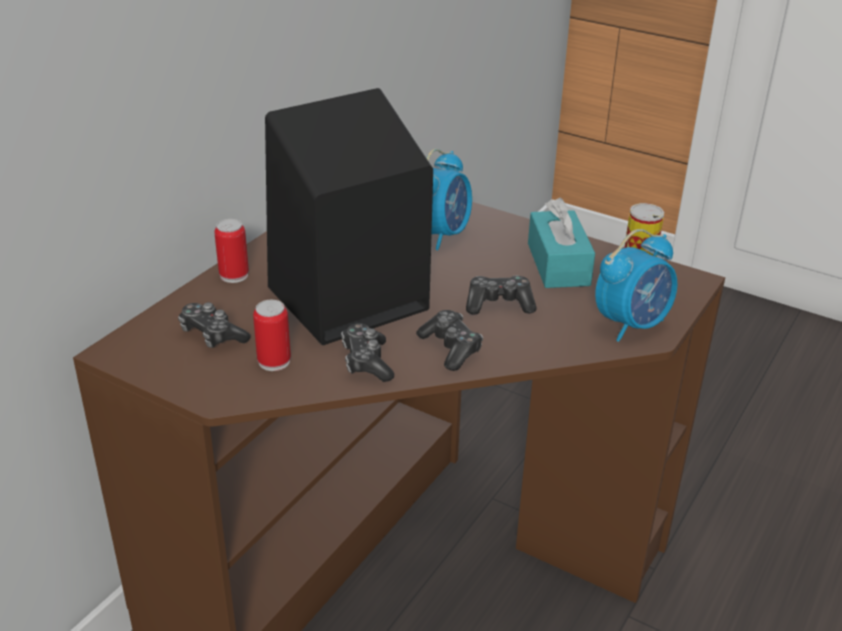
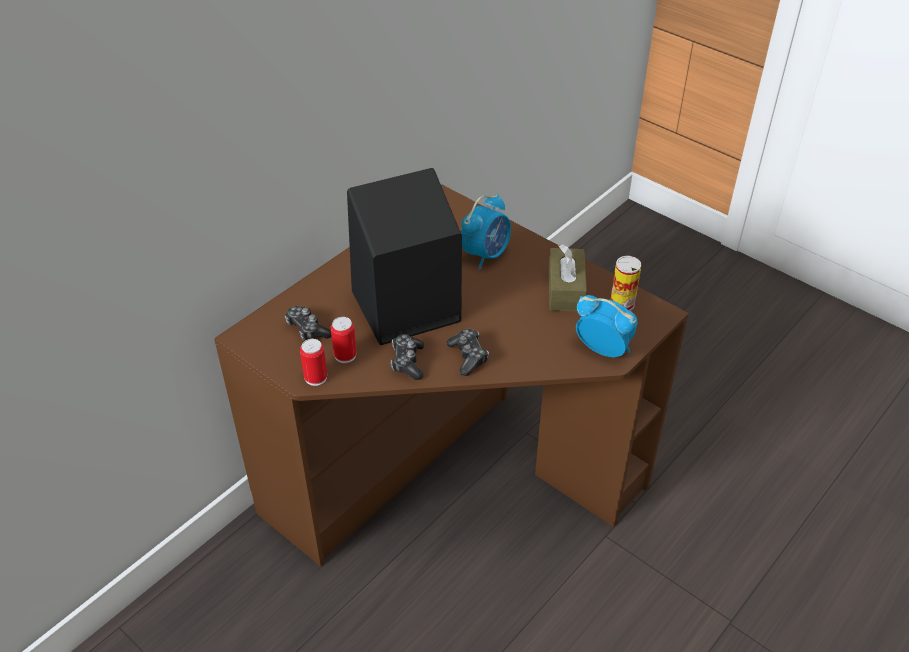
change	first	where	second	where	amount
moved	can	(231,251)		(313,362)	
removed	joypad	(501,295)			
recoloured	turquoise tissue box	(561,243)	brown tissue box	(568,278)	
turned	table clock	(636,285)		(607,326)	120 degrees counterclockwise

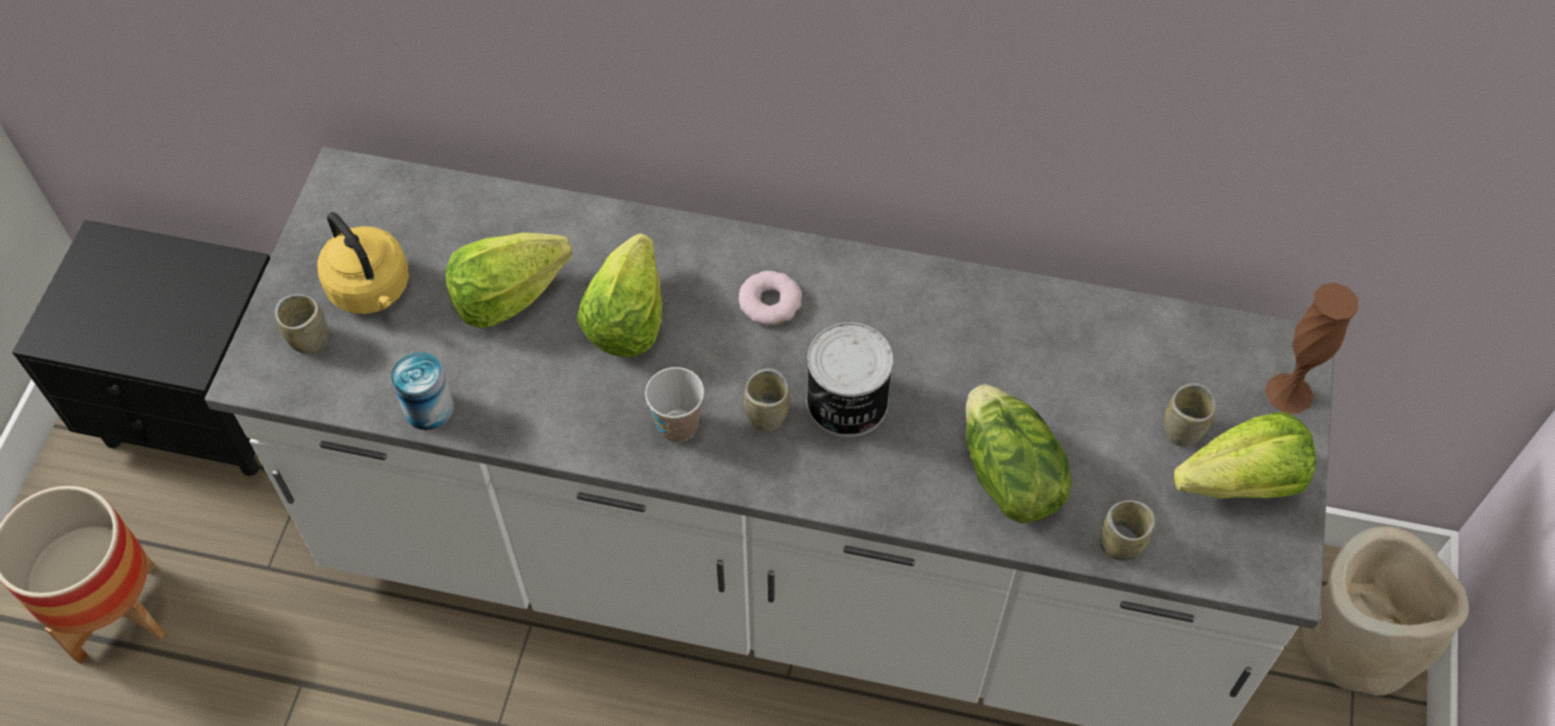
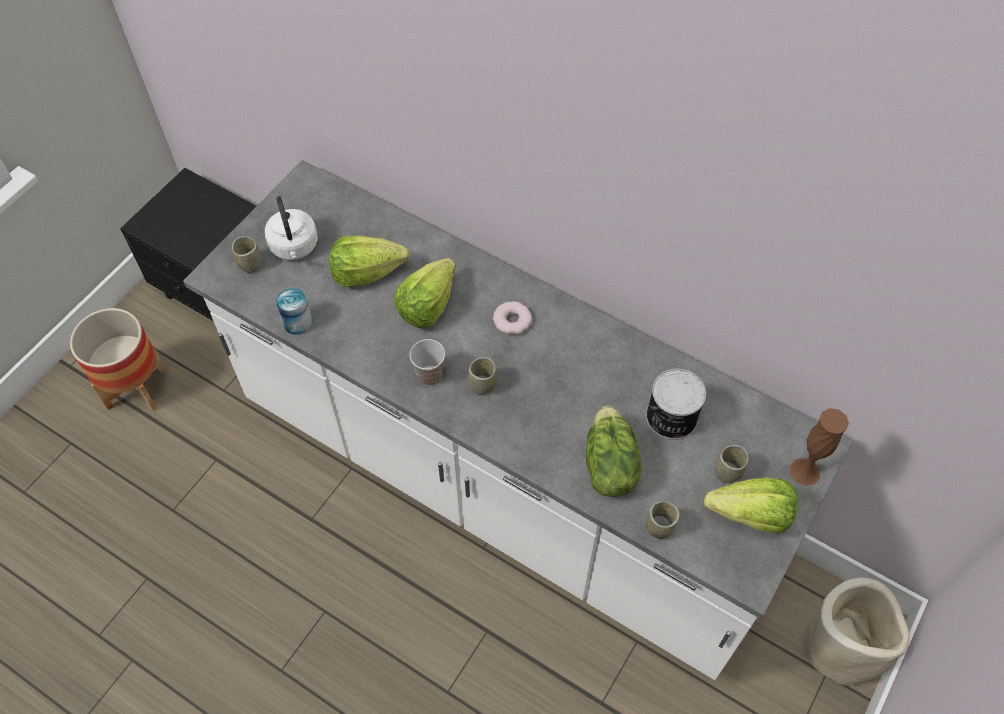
change	first	where	second	where	amount
recoloured	yellow-coloured tea kettle	(363,263)	whitish tea kettle	(291,228)	
moved	can	(849,379)		(676,404)	

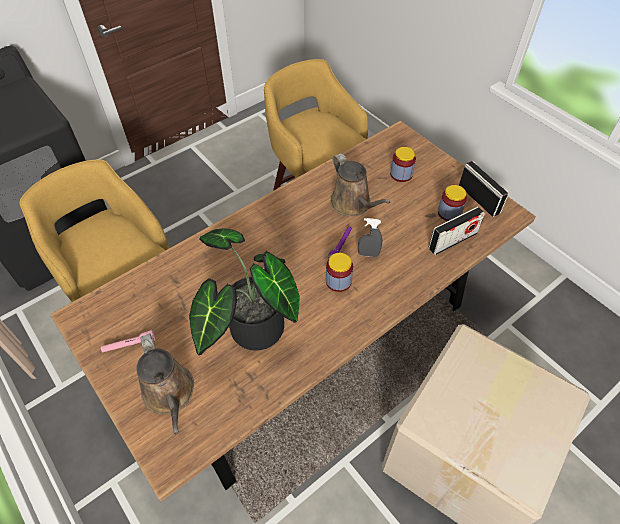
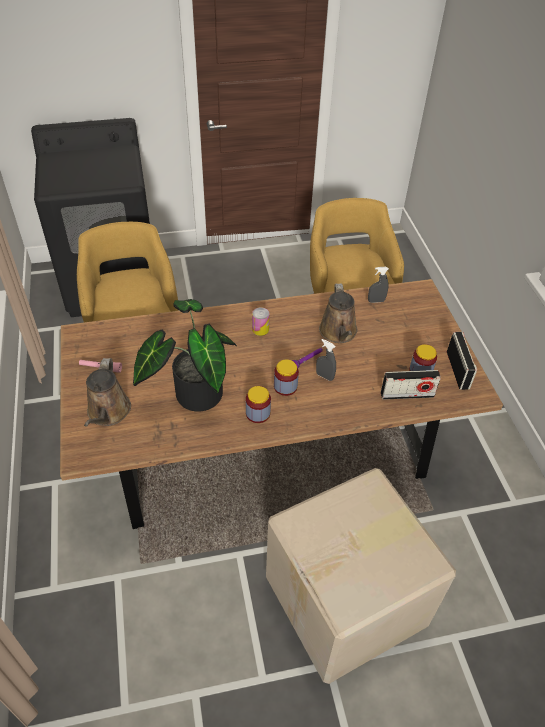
change	first	where	second	where	amount
moved	jar	(403,164)		(258,404)	
added			can	(261,322)	
added			gray sprayer	(378,285)	

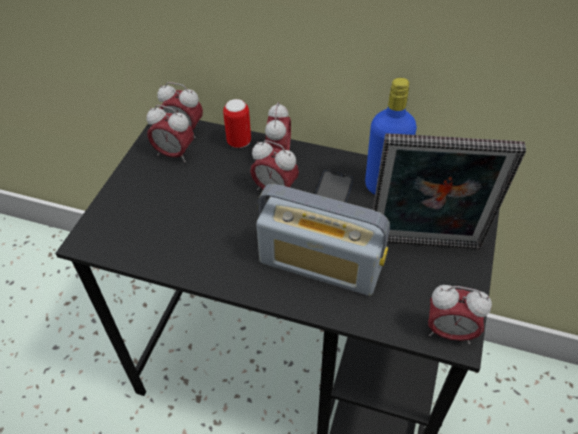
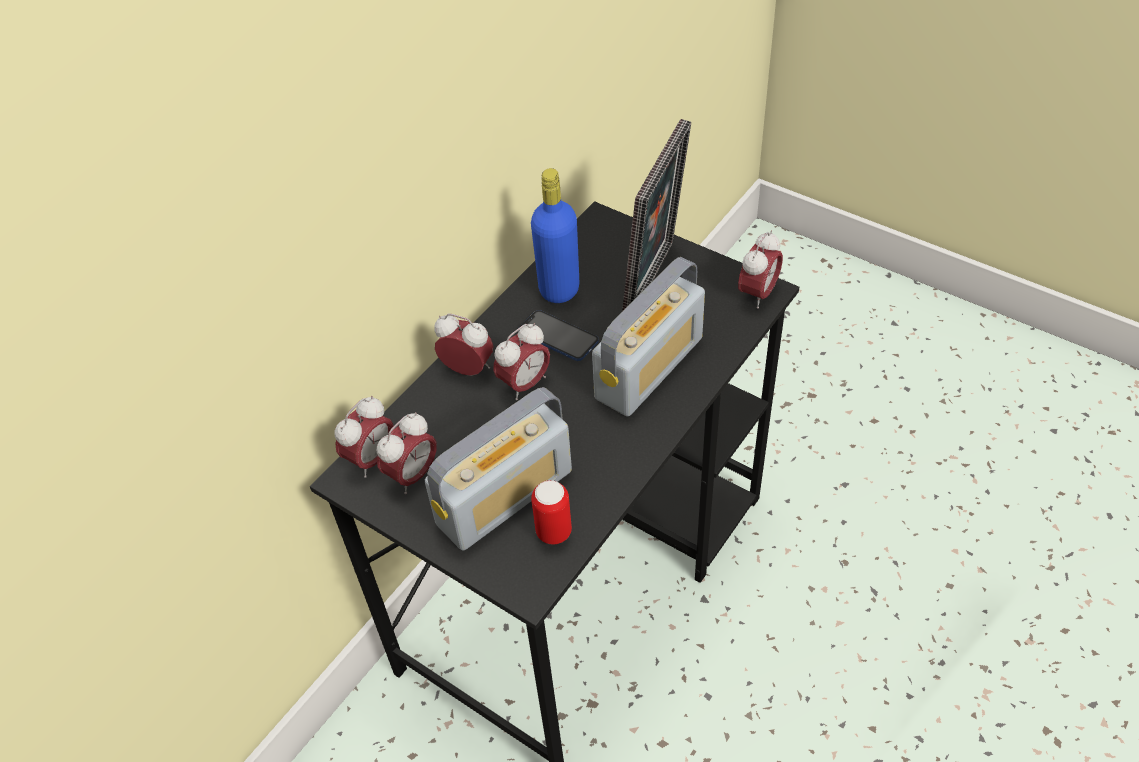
change	first	where	second	where	amount
moved	can	(237,123)		(551,512)	
added			radio set	(498,469)	

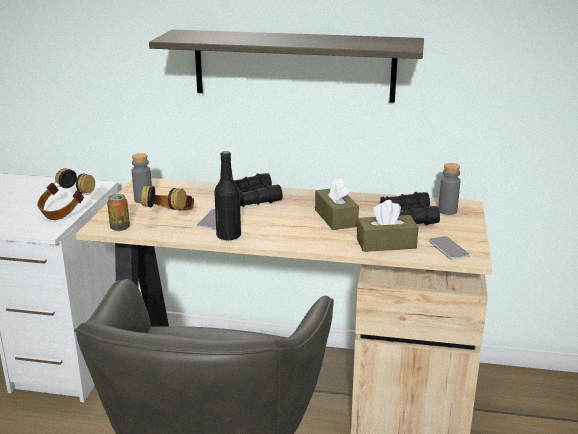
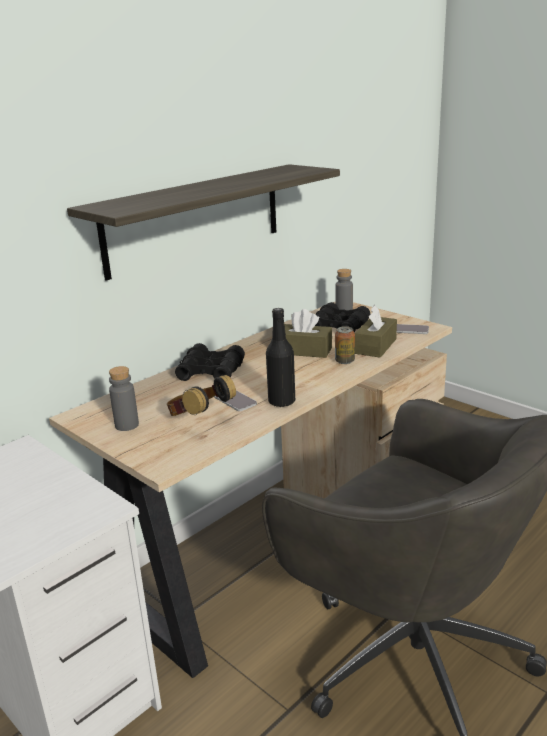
change	first	where	second	where	amount
removed	headset	(66,194)			
moved	can	(118,212)		(345,345)	

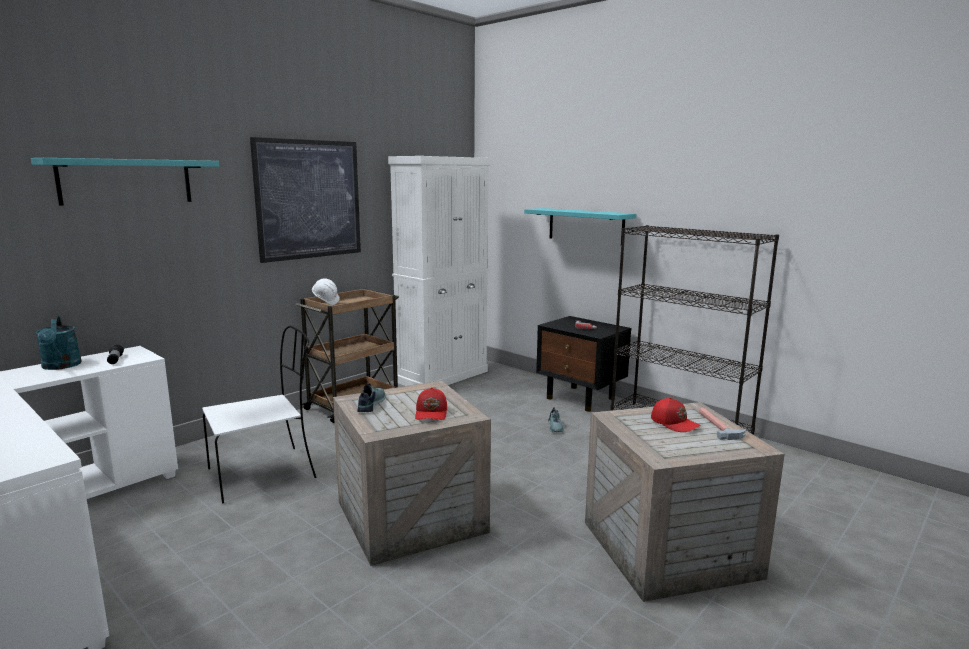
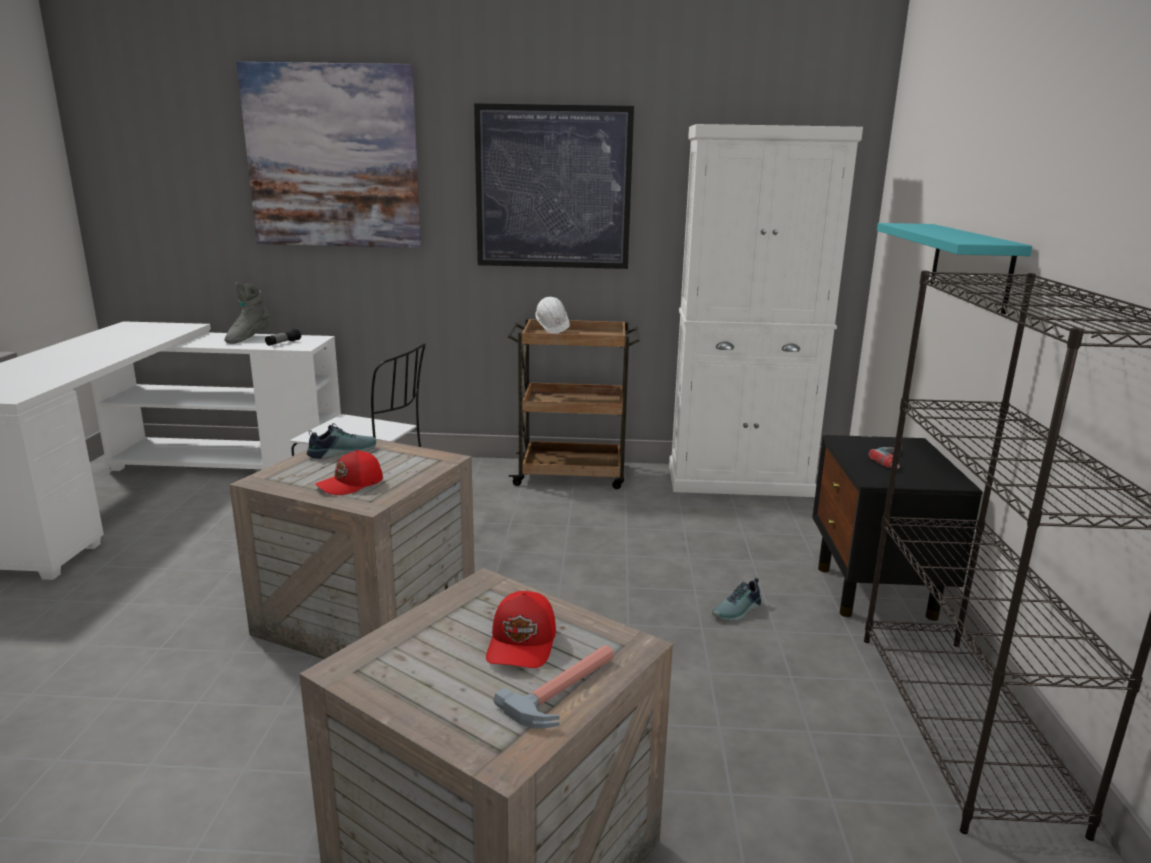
change	first	where	second	where	amount
replaced	turquoise wall shelf	(125,182)	wall art	(329,155)	
replaced	turquoise watering can	(59,343)	gray high-top boot	(246,313)	

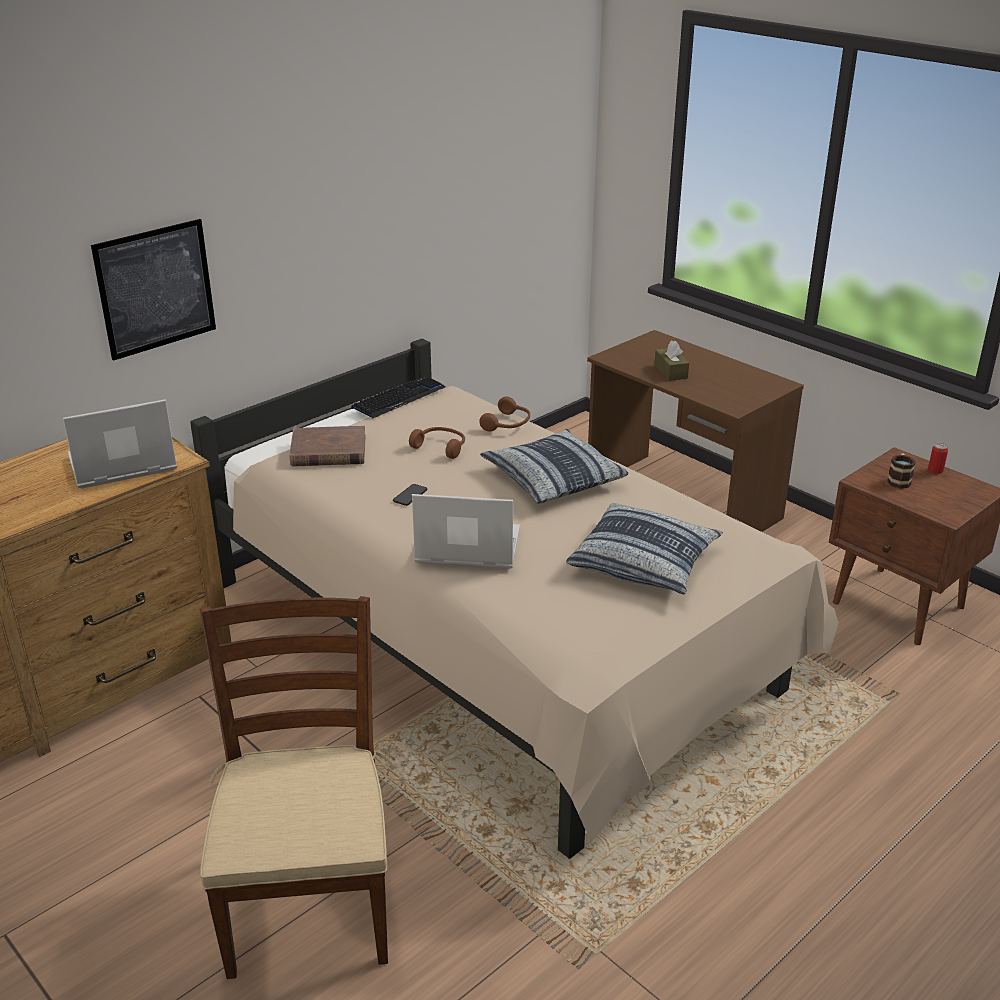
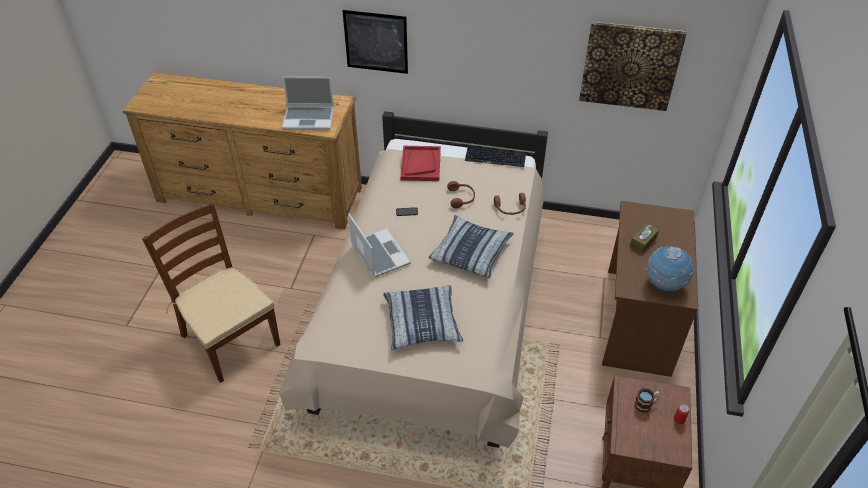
change	first	where	second	where	amount
turned	laptop	(120,443)		(308,103)	150 degrees clockwise
turned	brown plain chair	(297,787)		(211,292)	90 degrees counterclockwise
replaced	brown book	(327,446)	red serving tray	(420,163)	
added			wall art	(632,66)	
added			globe	(670,269)	

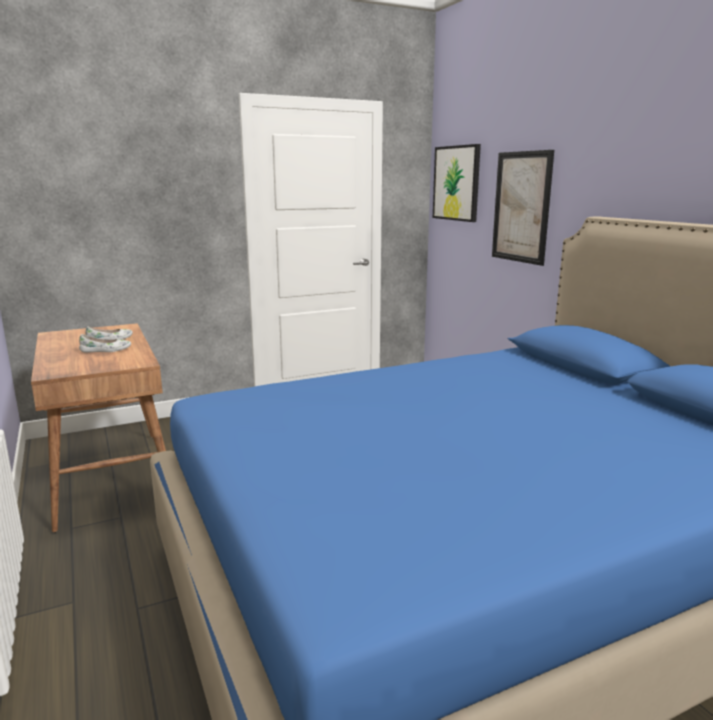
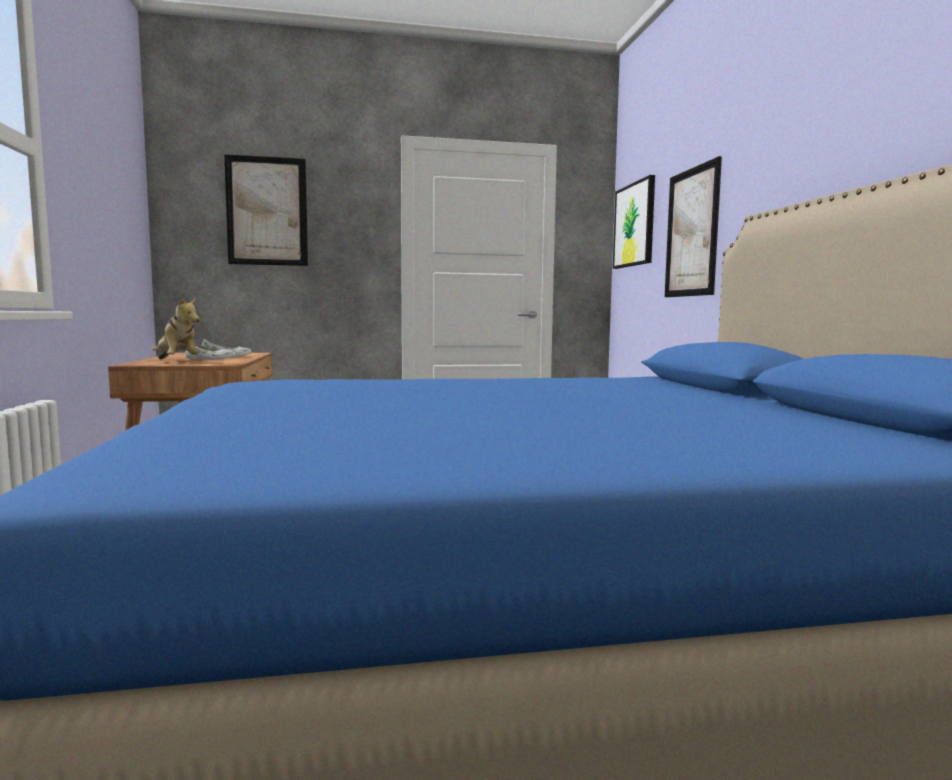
change	first	where	second	where	amount
added			cuddly toy	(176,328)	
added			wall art	(266,210)	

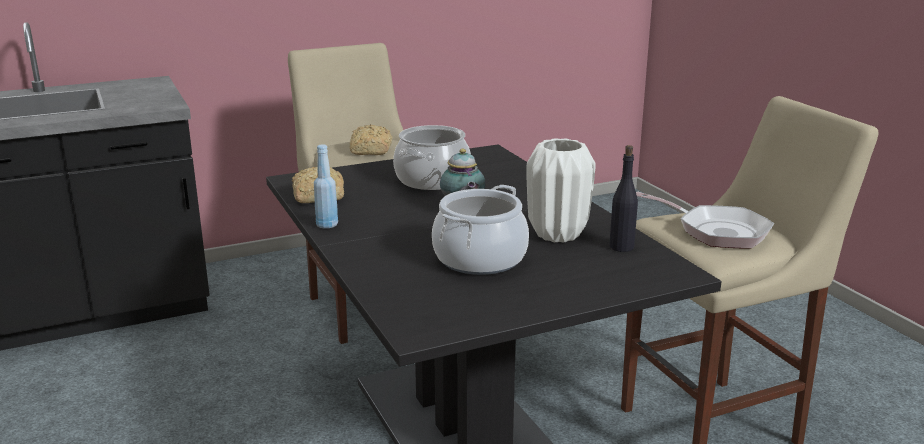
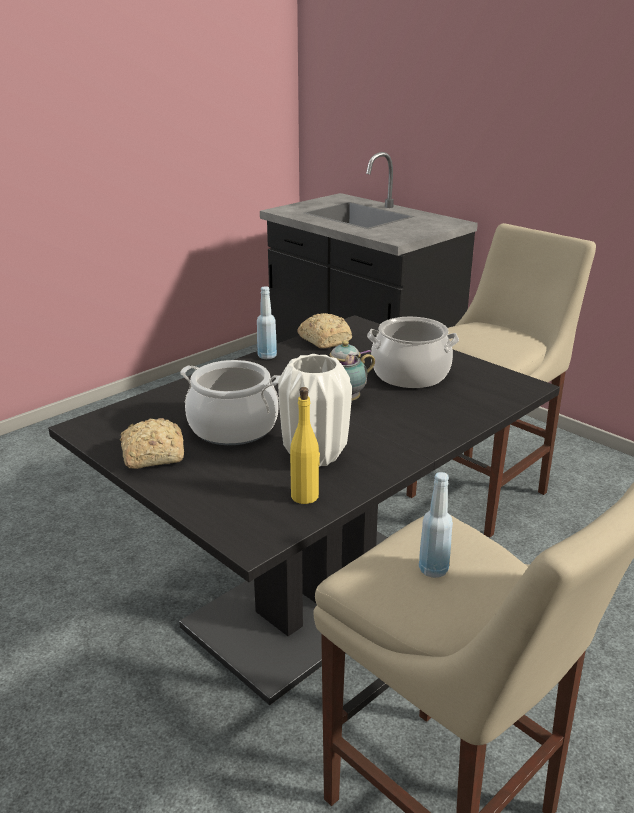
change	first	where	second	where	amount
moved	baked bread	(371,140)		(152,443)	
recoloured	blackish drink bottle	(623,198)	yellow-coloured drink bottle	(305,445)	
replaced	skillet	(705,220)	bluish drink bottle	(436,525)	

